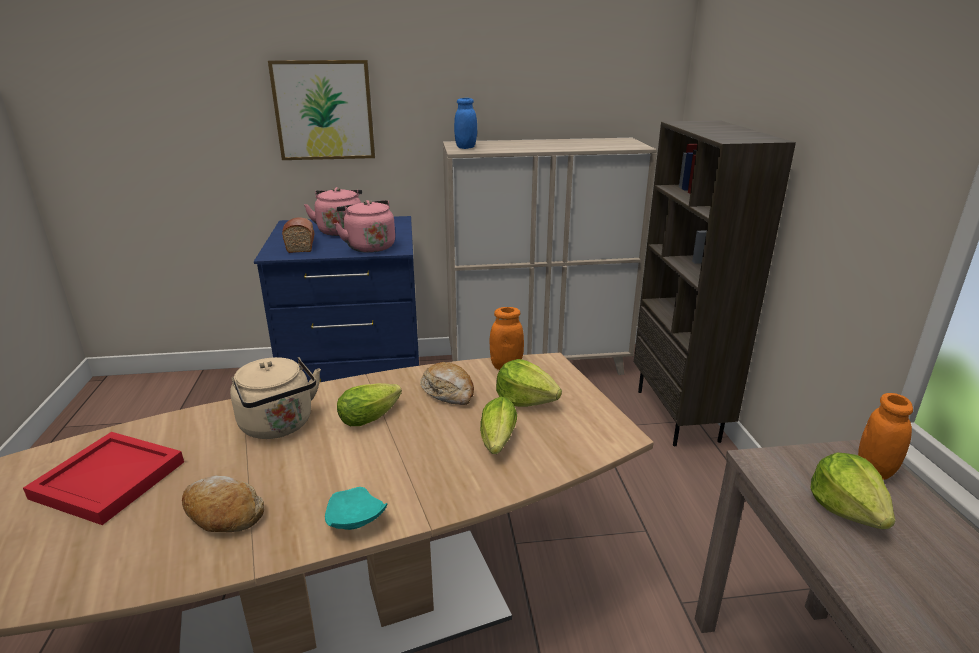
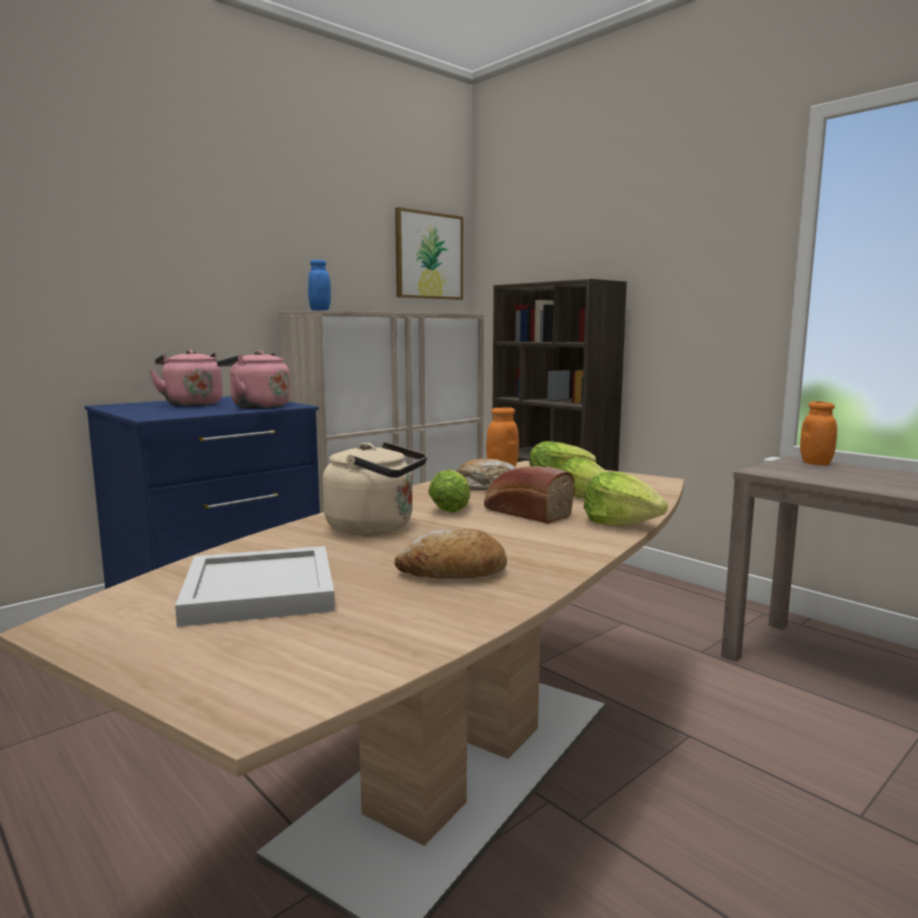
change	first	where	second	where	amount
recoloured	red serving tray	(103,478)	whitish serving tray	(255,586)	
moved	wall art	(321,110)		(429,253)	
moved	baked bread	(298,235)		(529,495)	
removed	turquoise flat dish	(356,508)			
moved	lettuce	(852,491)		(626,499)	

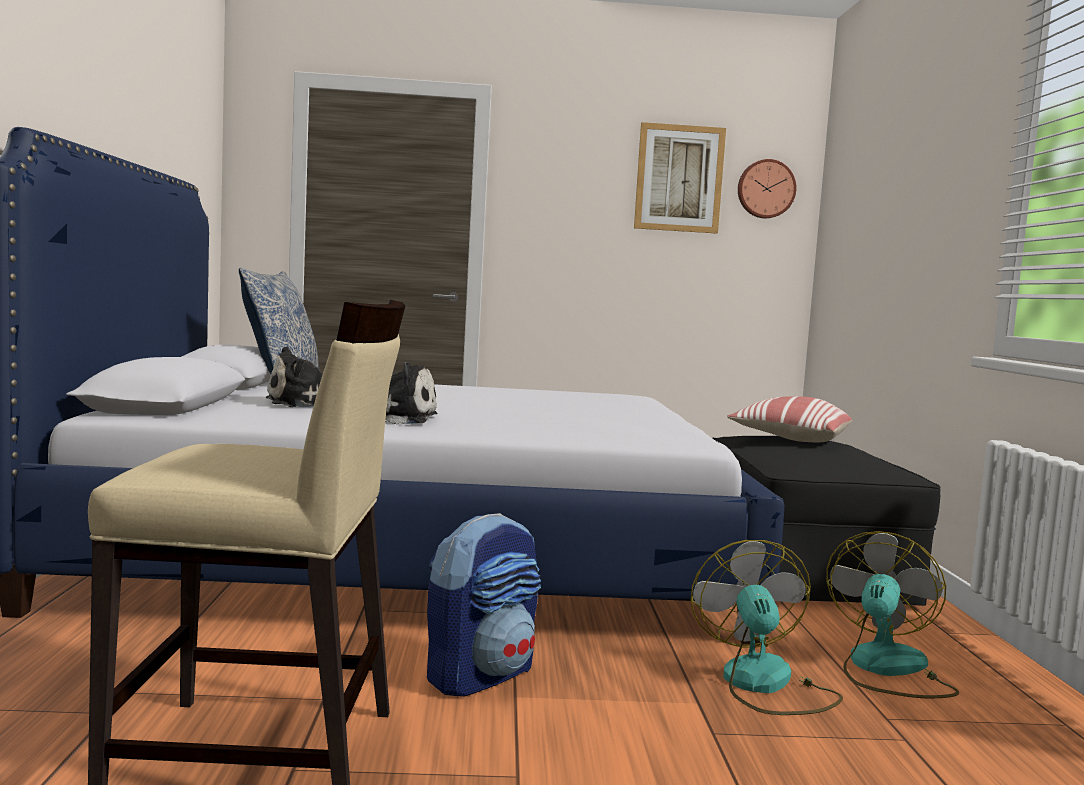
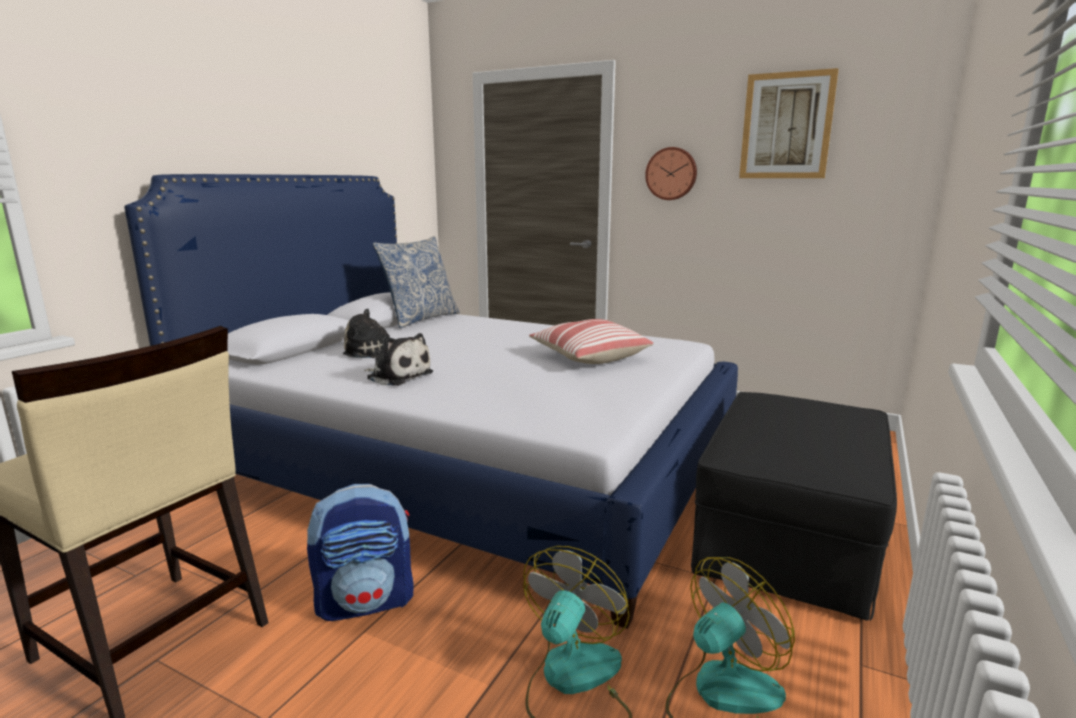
change	first	where	second	where	amount
moved	throw pillow	(789,419)		(591,341)	
moved	clock on the wall	(767,188)		(671,173)	

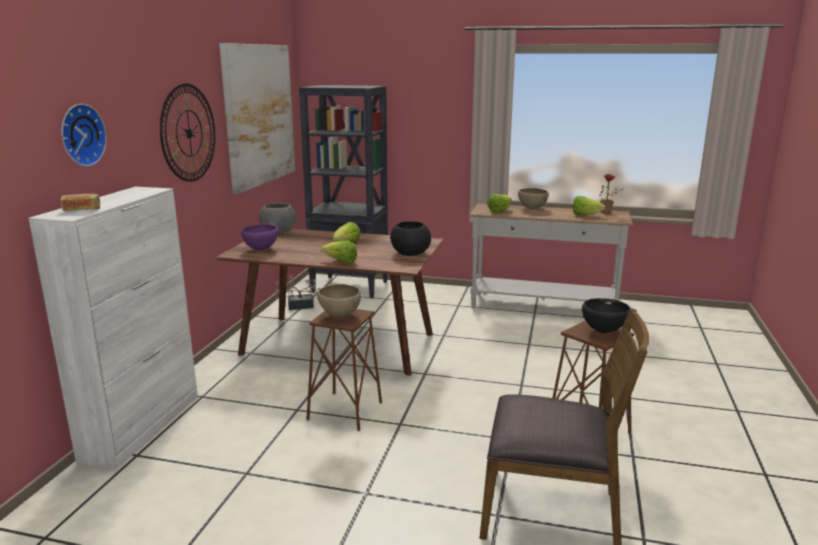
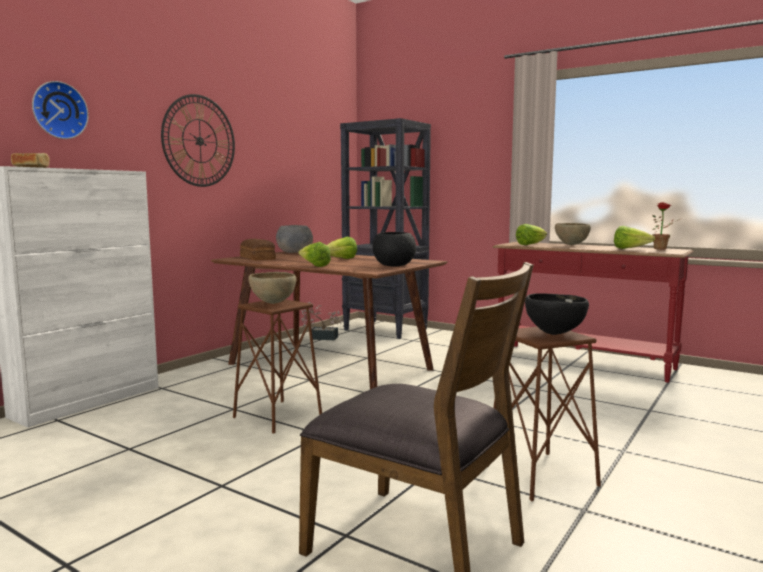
change	first	where	second	where	amount
removed	wall art	(257,118)			
replaced	purple bowl	(259,237)	baked bread	(258,249)	
recoloured	whitish narrow table	(551,256)	red narrow table	(593,312)	

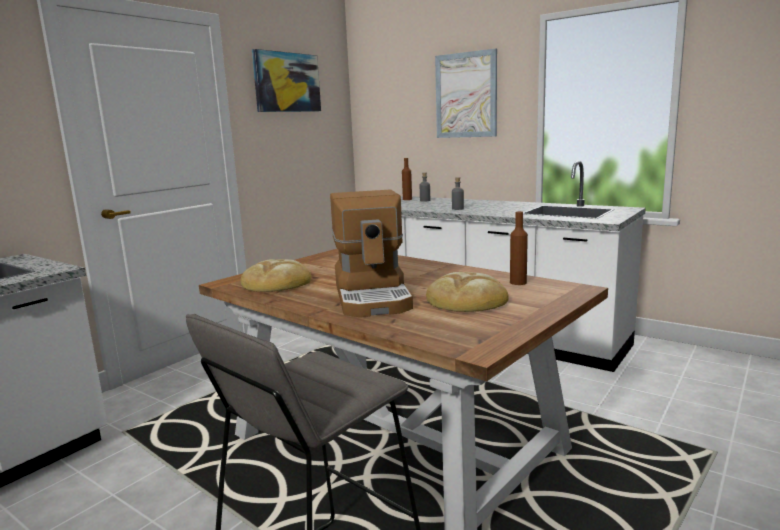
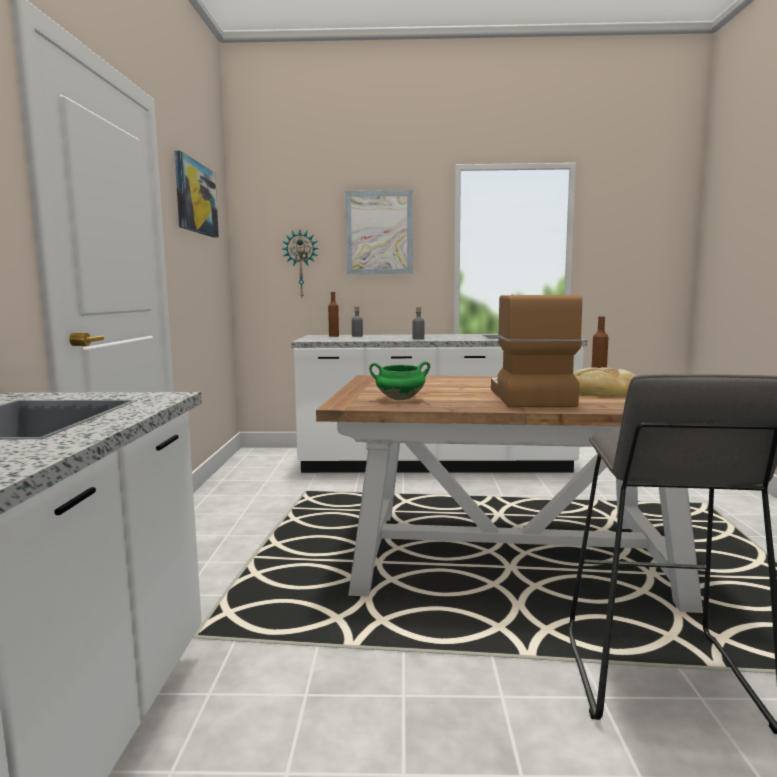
change	first	where	second	where	amount
replaced	baked bread	(276,275)	greenish cooking pot	(399,380)	
turned	coffee brewer	(371,253)		(536,351)	135 degrees counterclockwise
added			clock on the wall	(300,263)	

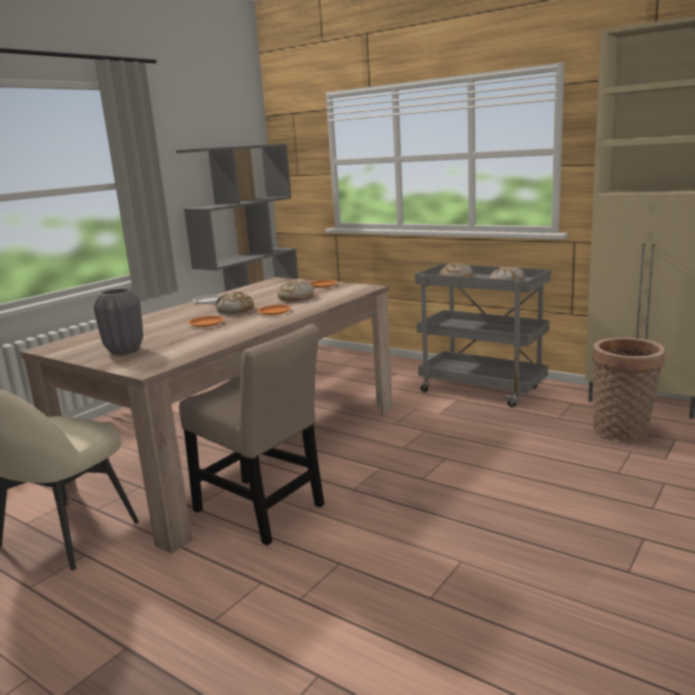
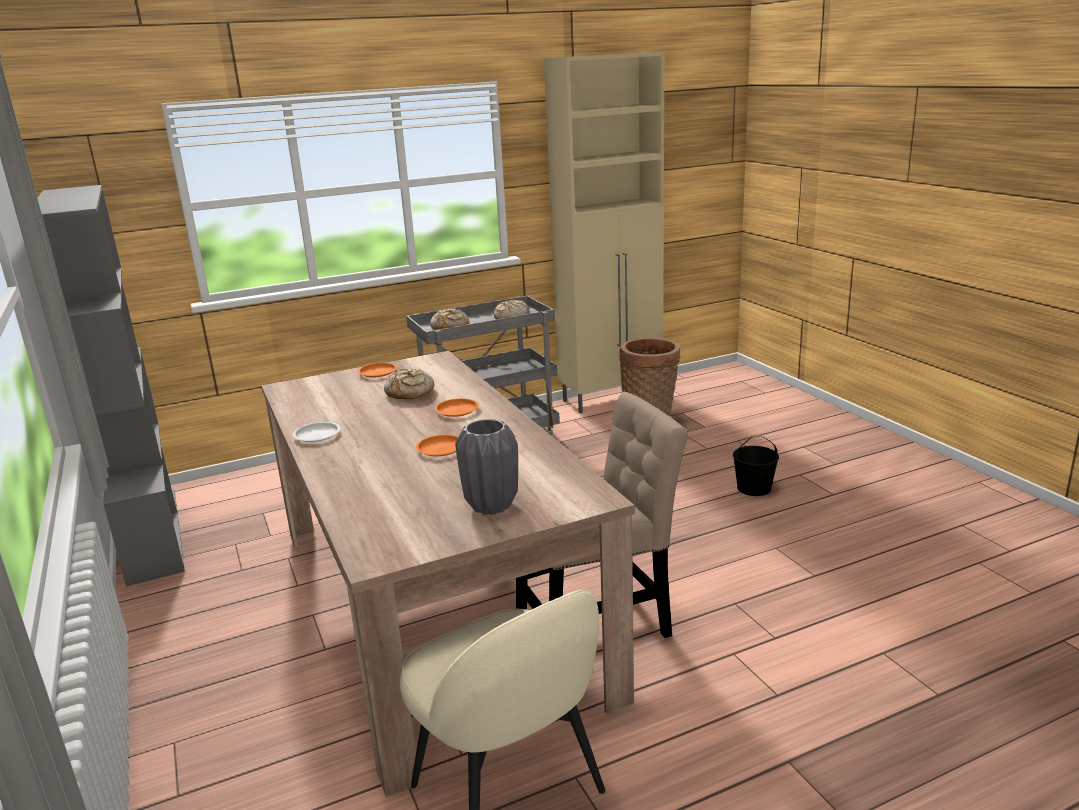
change	first	where	second	where	amount
removed	baked bread	(235,303)			
added			blackish pail	(756,465)	

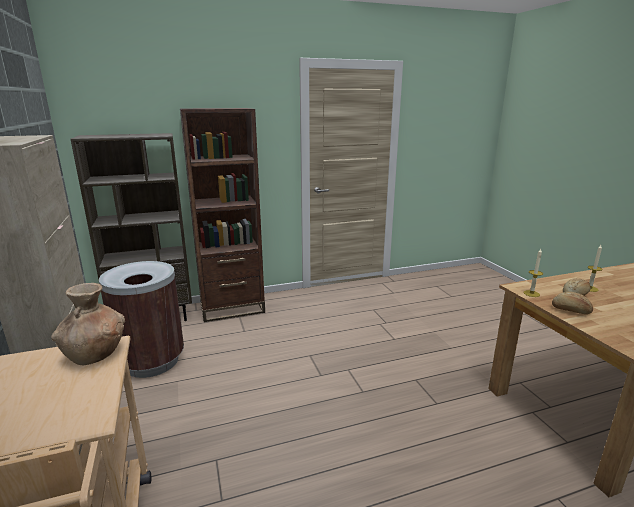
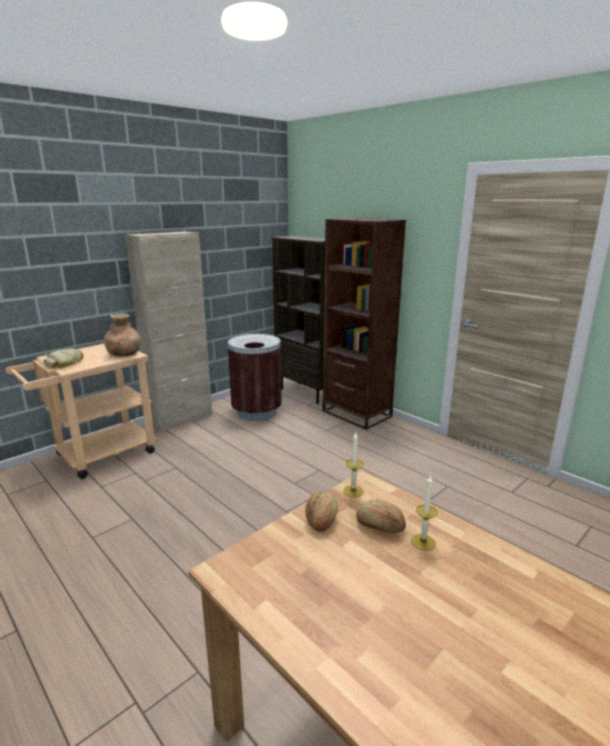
change	first	where	second	where	amount
added			baked bread	(63,358)	

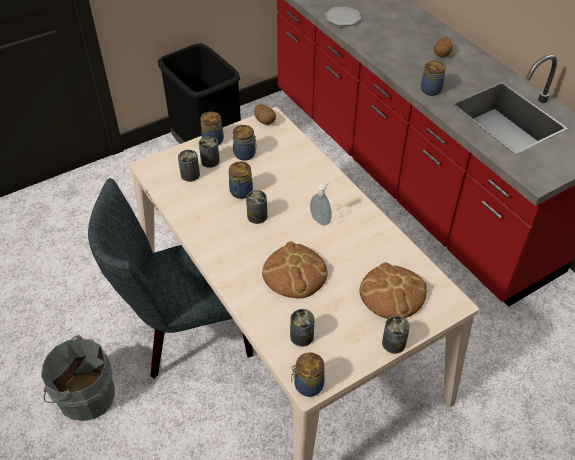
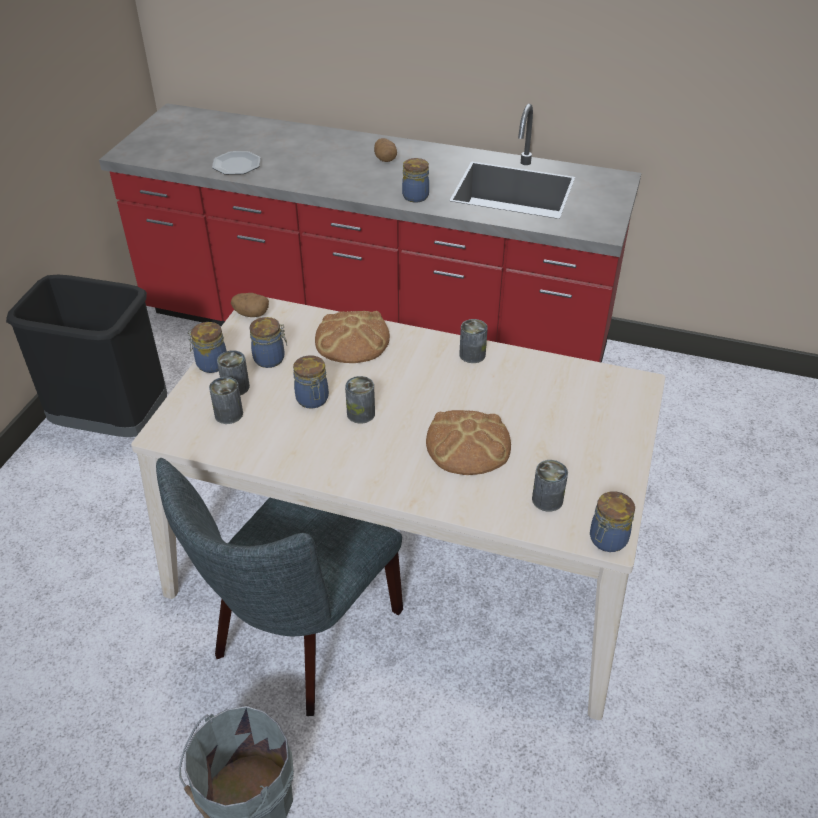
change	first	where	second	where	amount
removed	liquid soap bottle	(320,204)			
moved	baked bread	(393,290)		(352,337)	
moved	can	(396,335)		(473,341)	

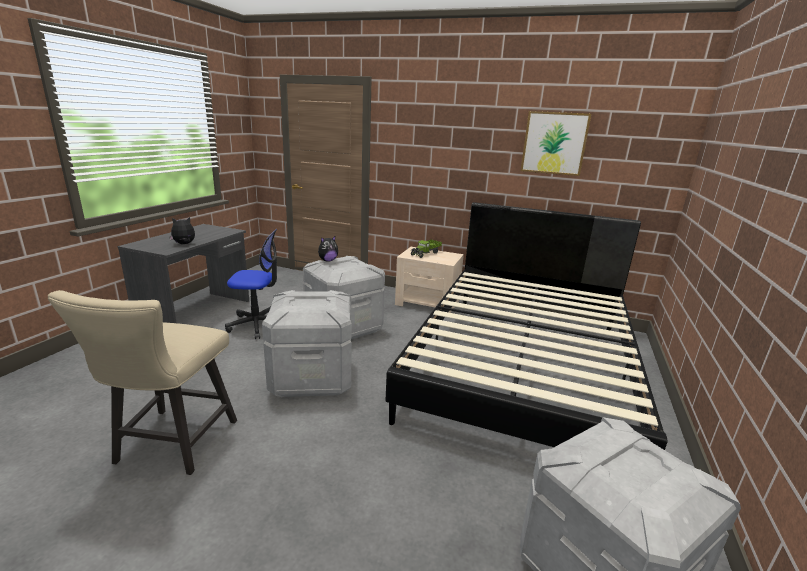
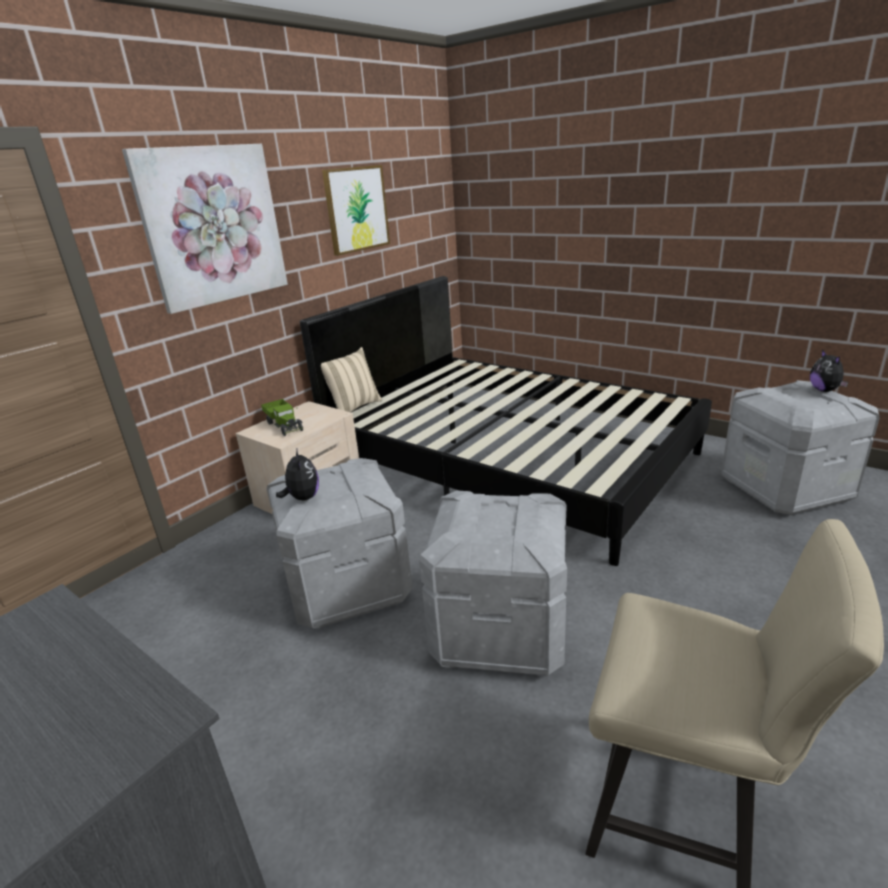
change	first	where	second	where	amount
moved	cuddly toy	(182,230)		(829,370)	
removed	office chair	(251,284)			
added			wall art	(205,229)	
added			beige throw pillow	(351,379)	

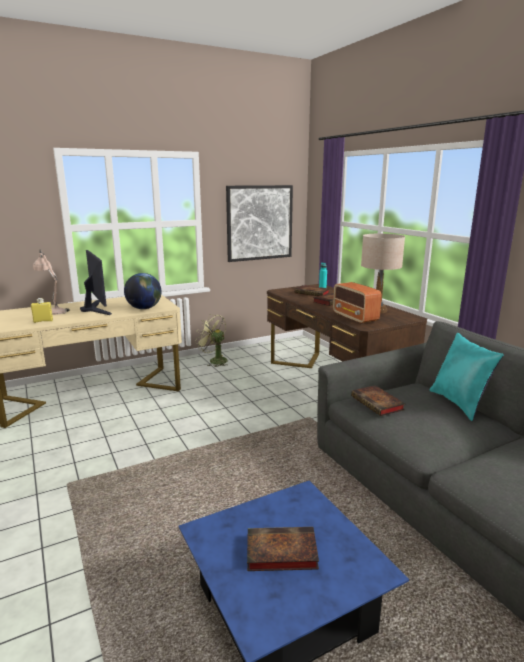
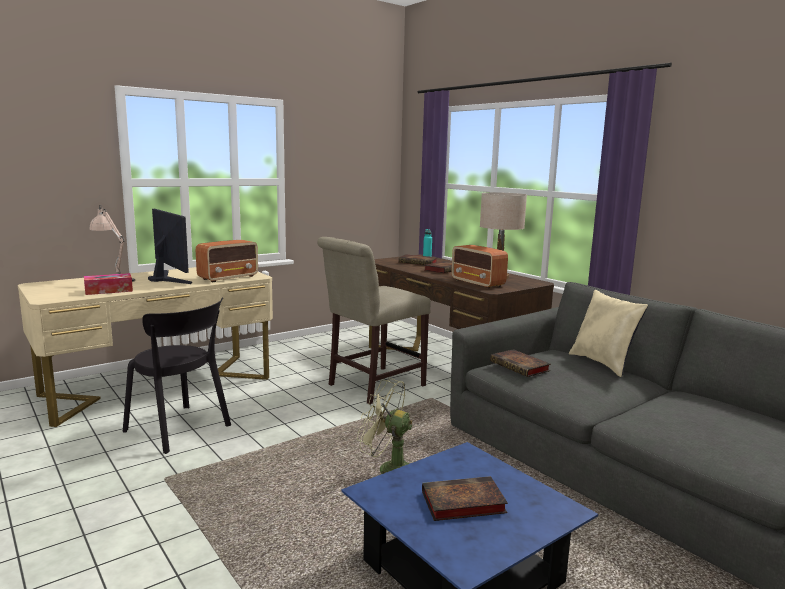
change	first	where	second	where	amount
replaced	yellow-coloured drink bottle	(42,310)	tissue box	(108,284)	
replaced	globe	(143,291)	radio set	(227,261)	
moved	greenish fan	(211,340)		(384,426)	
removed	wall art	(259,223)			
recoloured	turquoise throw pillow	(466,377)	beige throw pillow	(608,333)	
added			blackish plain chair	(177,375)	
added			beige plain chair	(374,320)	

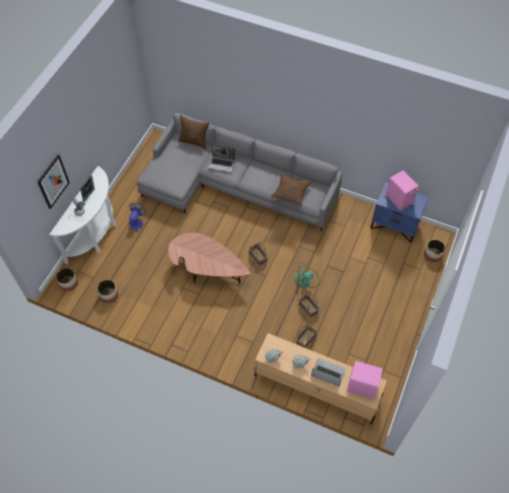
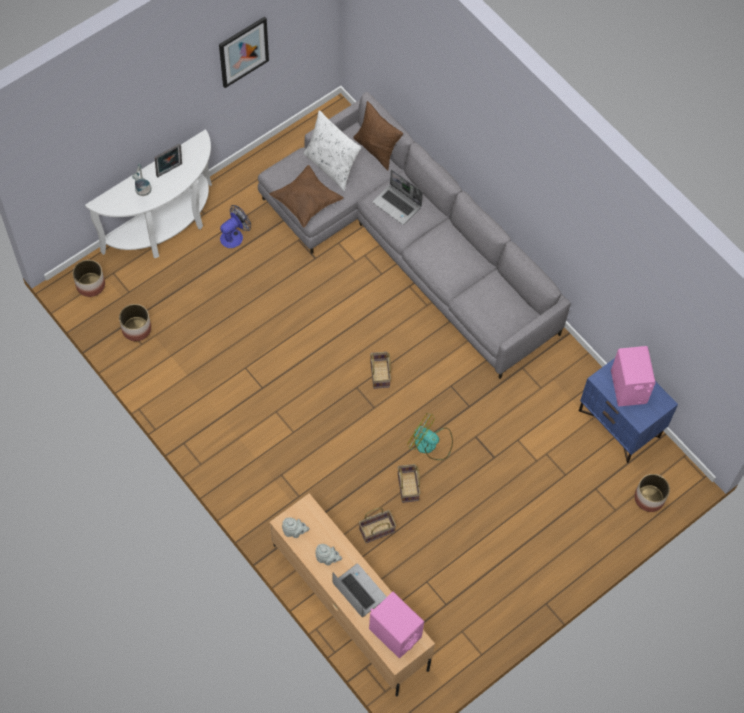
change	first	where	second	where	amount
moved	wall art	(53,182)		(244,52)	
removed	brown lounge table	(209,257)			
moved	brown throw pillow	(291,189)		(306,196)	
added			whitish throw pillow	(332,150)	

